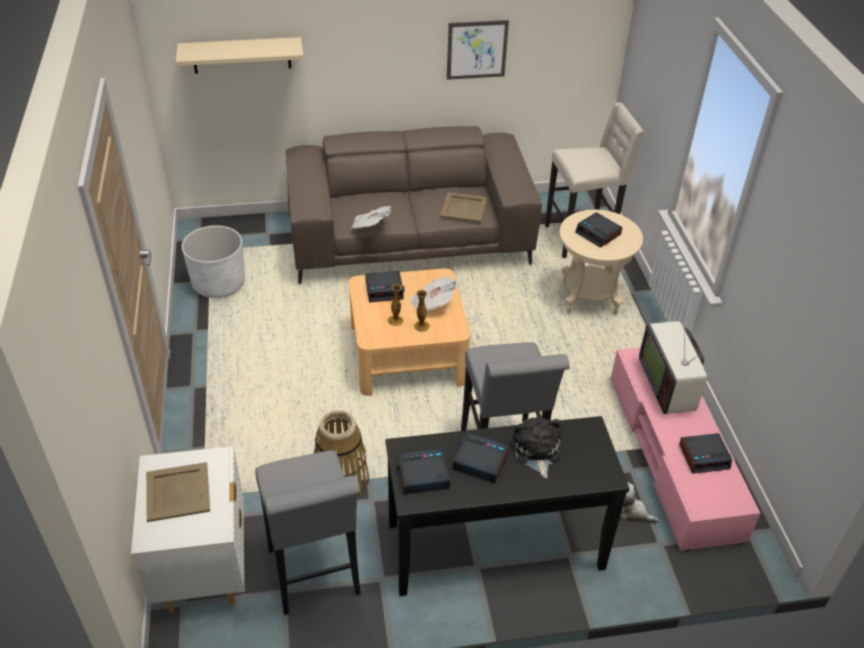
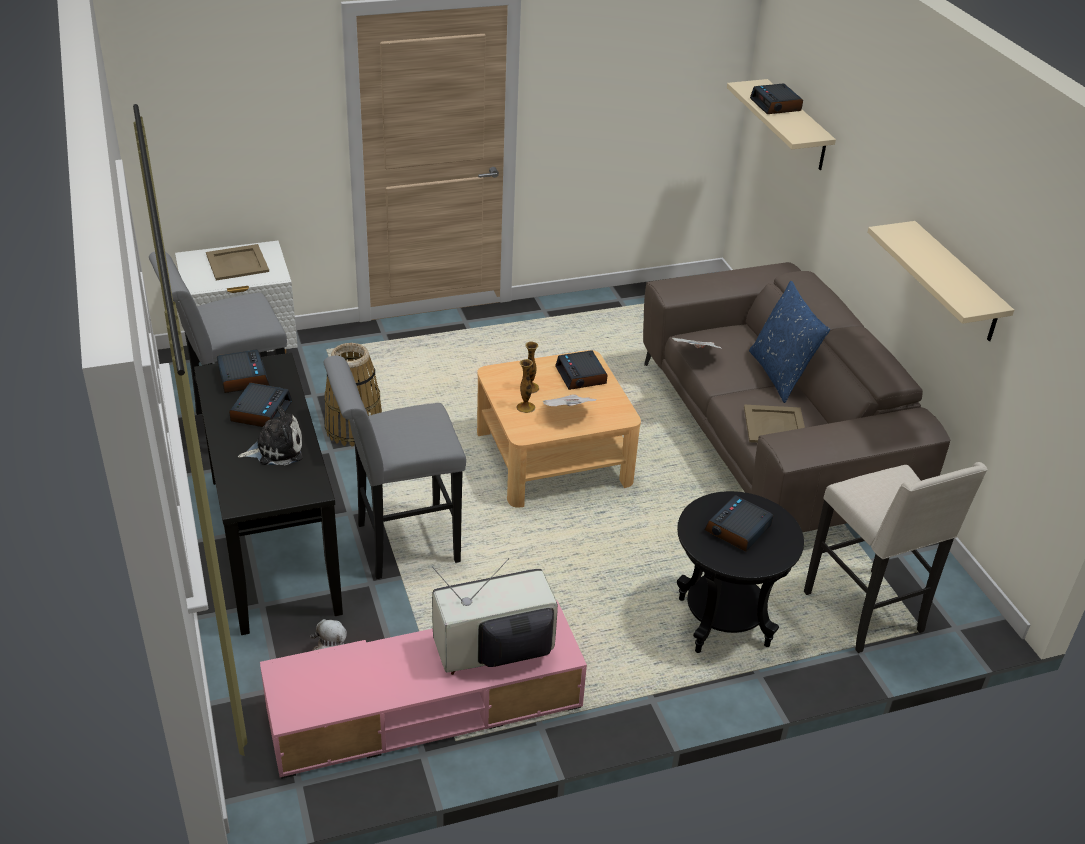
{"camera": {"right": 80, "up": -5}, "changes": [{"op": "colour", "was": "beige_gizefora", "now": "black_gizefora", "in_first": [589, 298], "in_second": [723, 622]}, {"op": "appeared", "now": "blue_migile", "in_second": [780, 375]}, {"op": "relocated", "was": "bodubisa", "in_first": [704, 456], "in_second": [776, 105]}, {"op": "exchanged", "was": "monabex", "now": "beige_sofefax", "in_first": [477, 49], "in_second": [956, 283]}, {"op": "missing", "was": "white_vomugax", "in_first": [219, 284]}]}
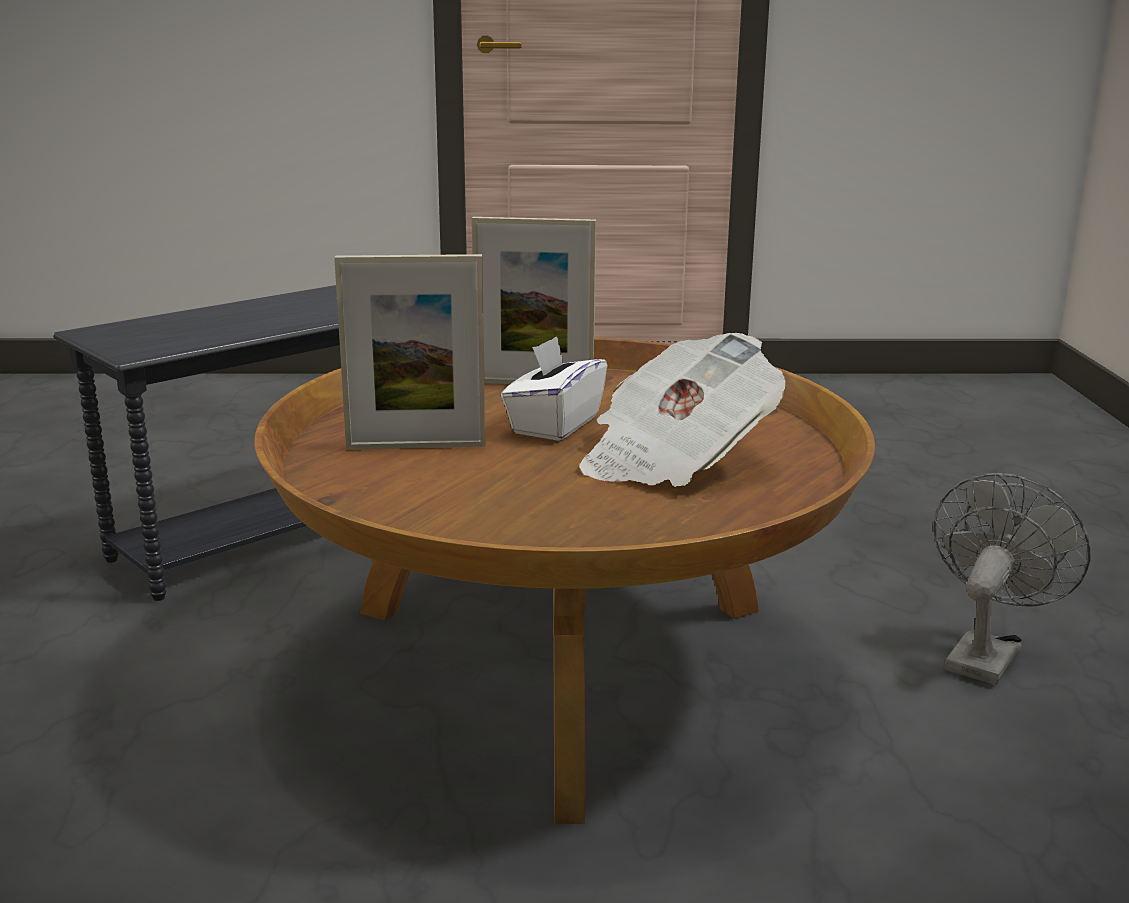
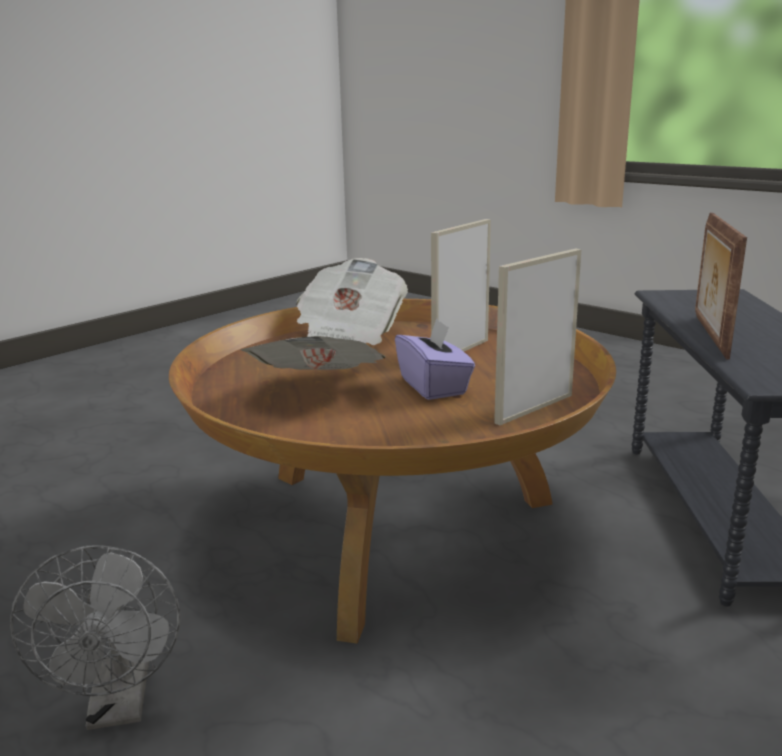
{"camera": {"right": 135, "up": 0}, "changes": [{"op": "appeared", "now": "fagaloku", "in_second": [348, 336]}, {"op": "colour", "was": "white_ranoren", "now": "purple_ranoren", "in_first": [554, 425], "in_second": [434, 386]}, {"op": "appeared", "now": "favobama", "in_second": [709, 336]}]}
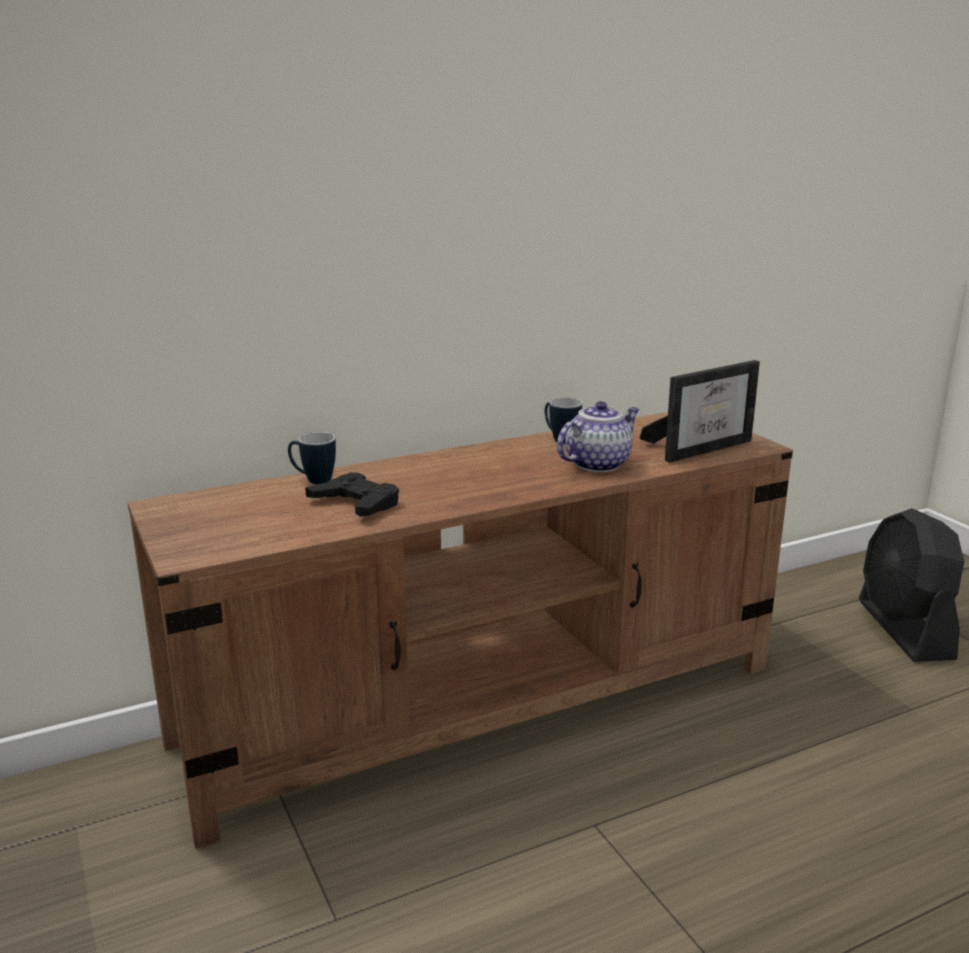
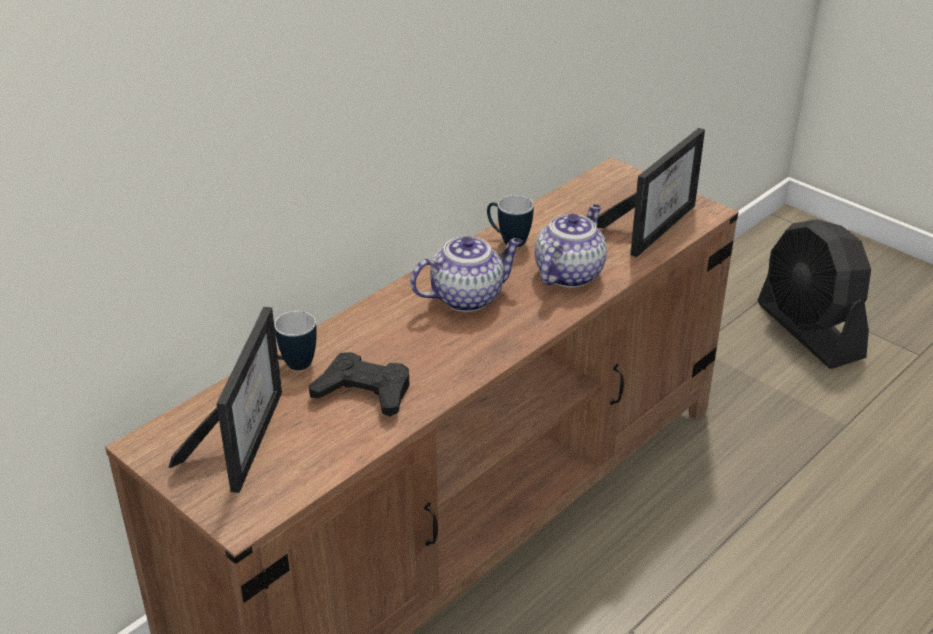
{"camera": {"right": -20, "up": 15}, "changes": [{"op": "appeared", "now": "favobama", "in_second": [243, 436]}, {"op": "appeared", "now": "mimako", "in_second": [468, 297]}]}
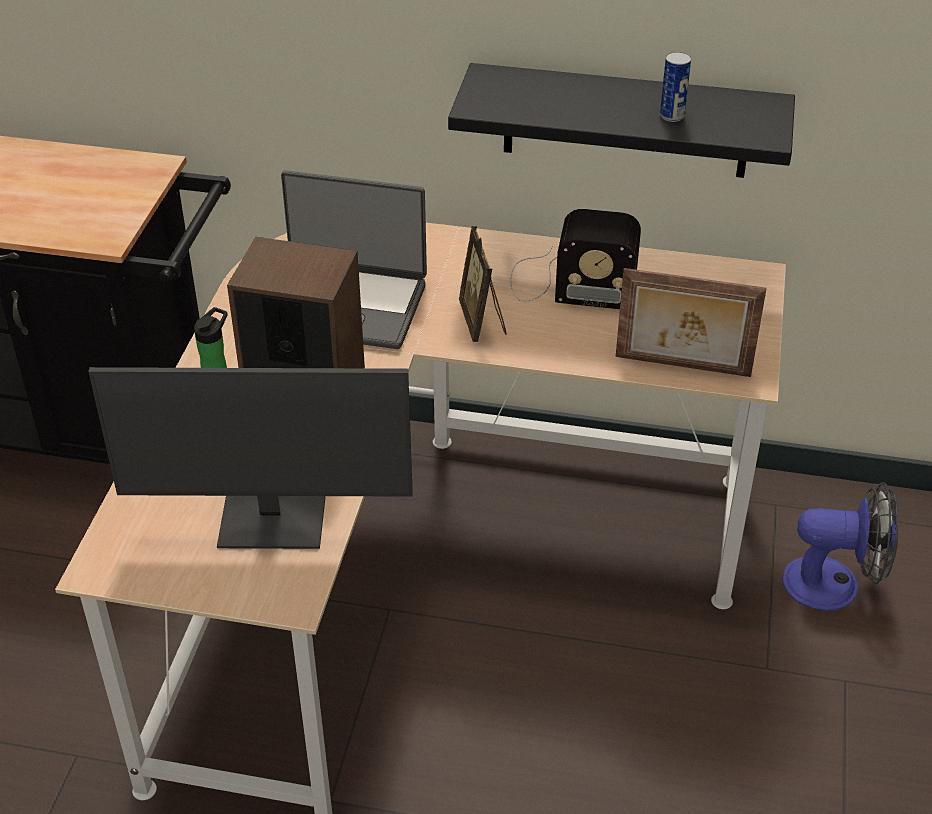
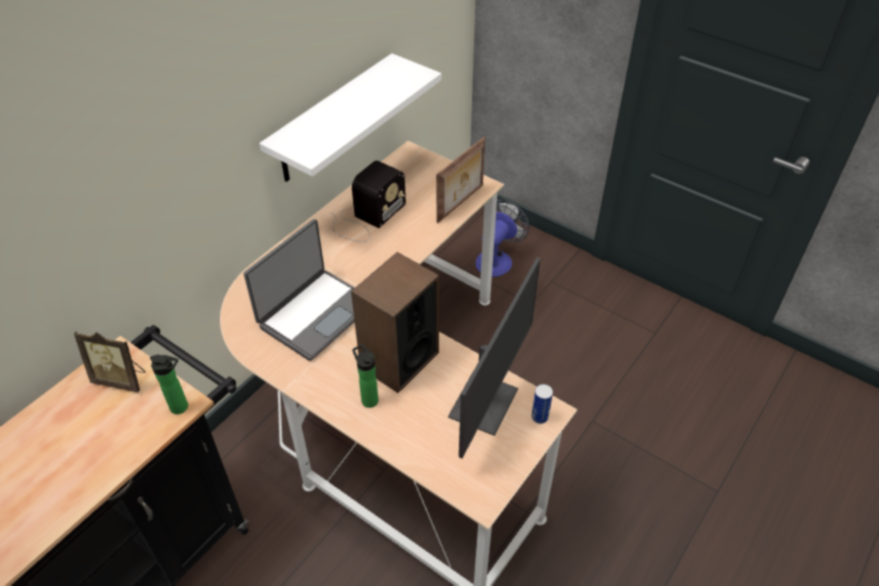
{"camera": {"right": -65, "up": 5}, "changes": [{"op": "relocated", "was": "favobama", "in_first": [483, 321], "in_second": [121, 379]}, {"op": "appeared", "now": "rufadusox", "in_second": [182, 407]}, {"op": "colour", "was": "black_sofefax", "now": "white_sofefax", "in_first": [626, 121], "in_second": [332, 120]}, {"op": "relocated", "was": "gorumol", "in_first": [672, 116], "in_second": [539, 417]}]}
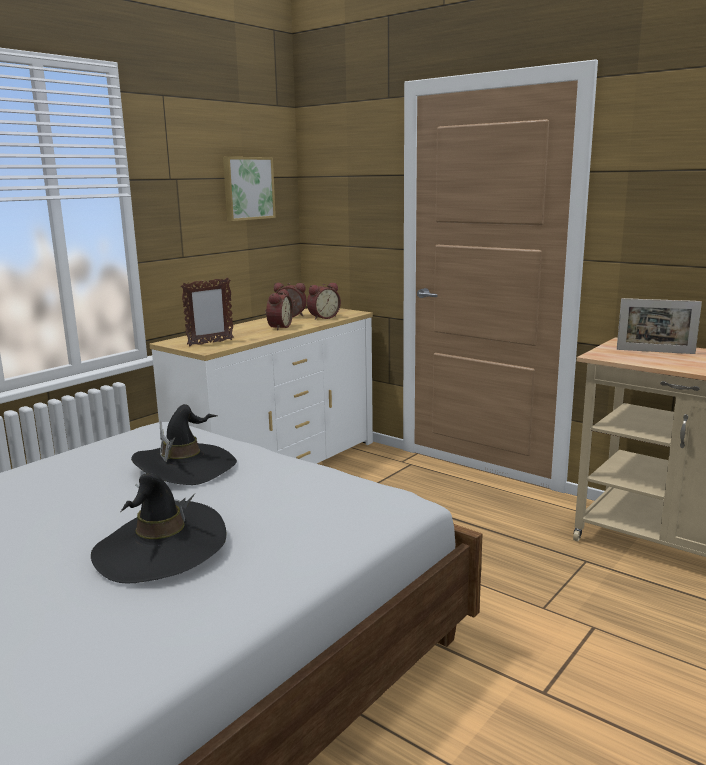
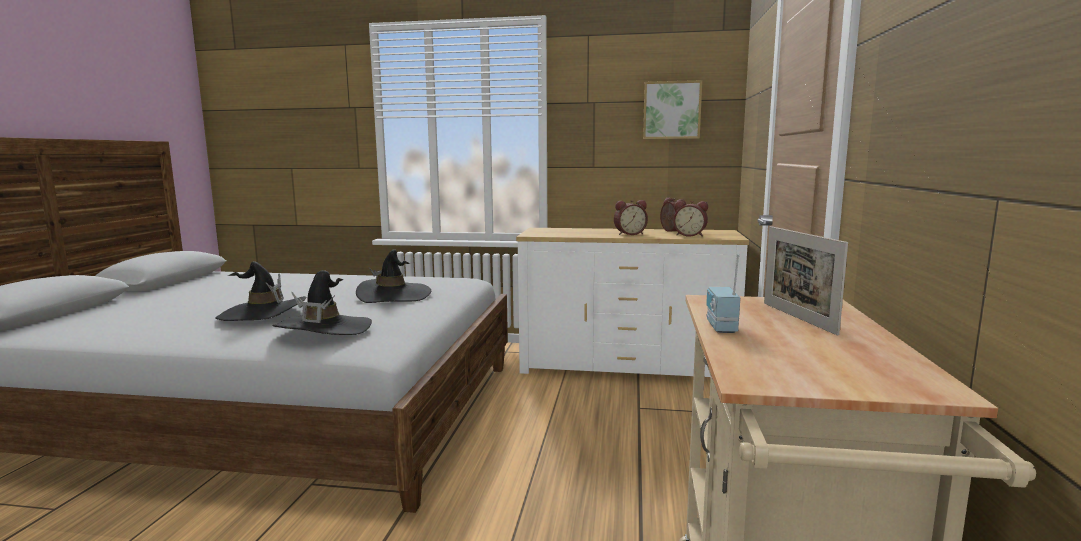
{"camera": {"right": 60, "up": -5}, "changes": [{"op": "appeared", "now": "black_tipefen", "in_second": [324, 329]}, {"op": "appeared", "now": "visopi", "in_second": [720, 327]}, {"op": "missing", "was": "favobama", "in_first": [210, 343]}]}
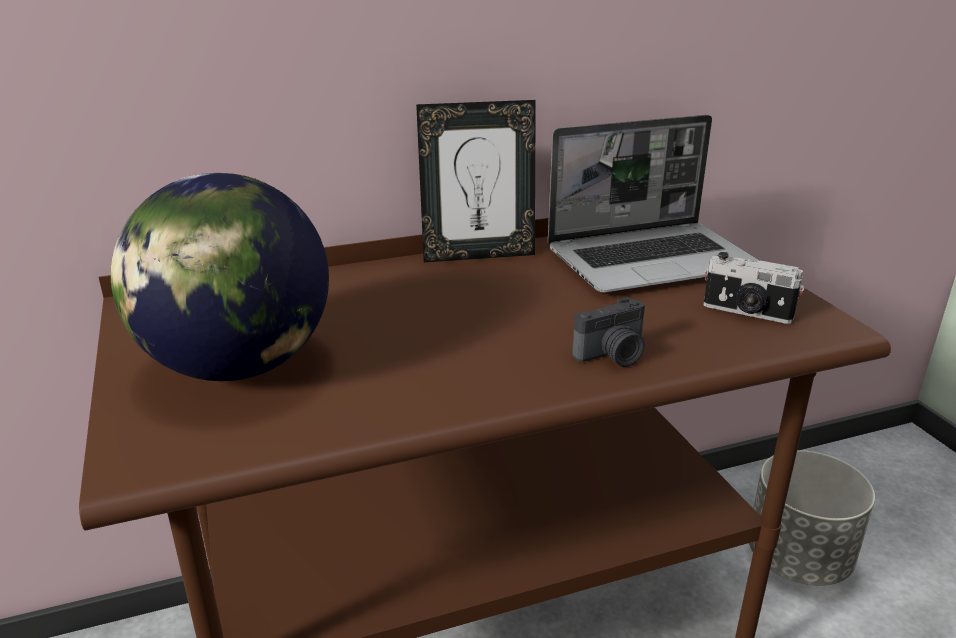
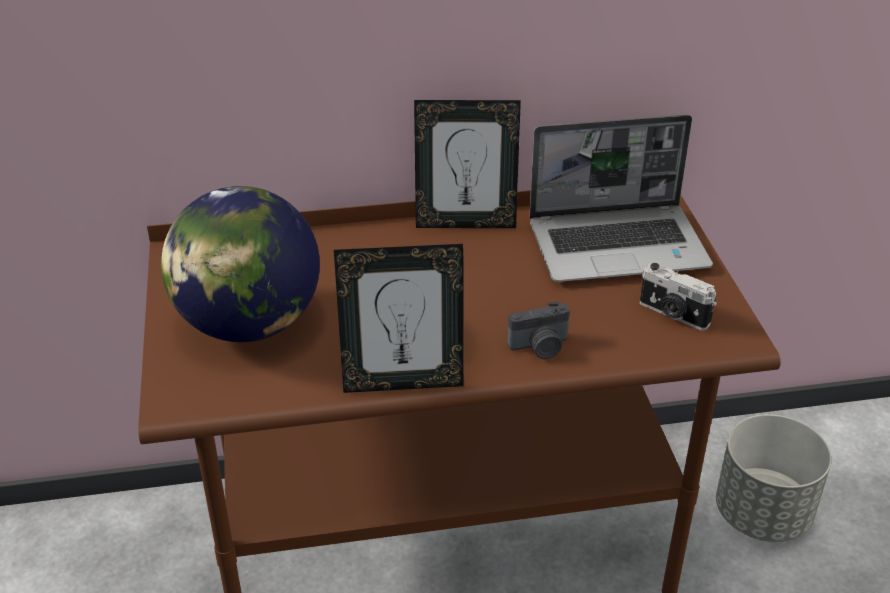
{"camera": {"right": 10, "up": 10}, "changes": [{"op": "appeared", "now": "favobama", "in_second": [403, 382]}]}
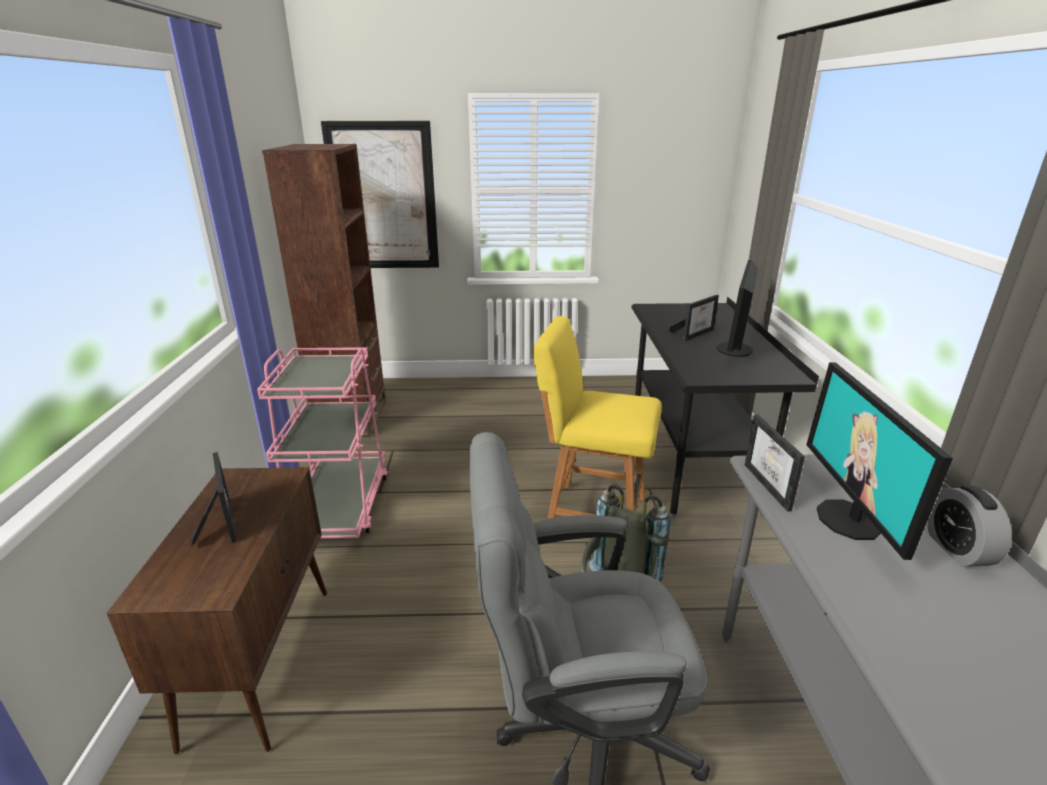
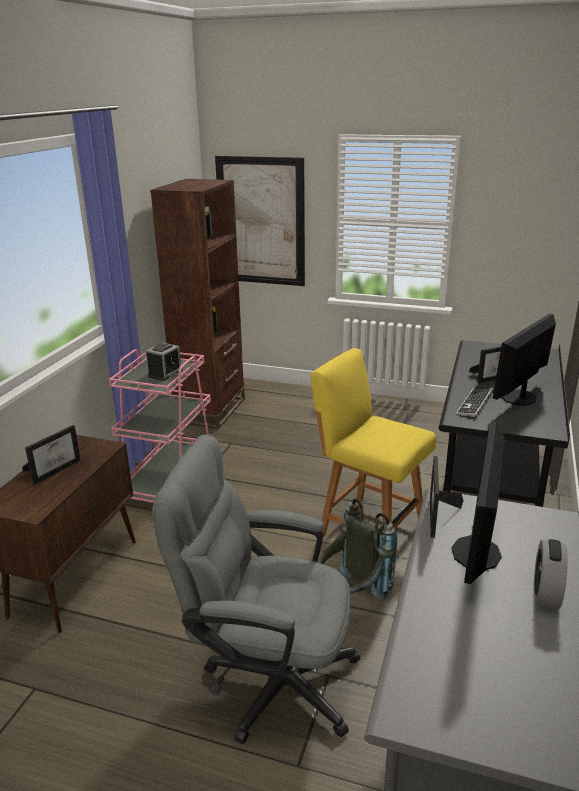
{"camera": {"right": 20, "up": 0}, "changes": [{"op": "spun", "was": "favobama", "in_first": [221, 521], "in_second": [55, 469], "clockwise": 45}, {"op": "appeared", "now": "bodubisa", "in_second": [165, 373]}, {"op": "appeared", "now": "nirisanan", "in_second": [474, 402]}]}
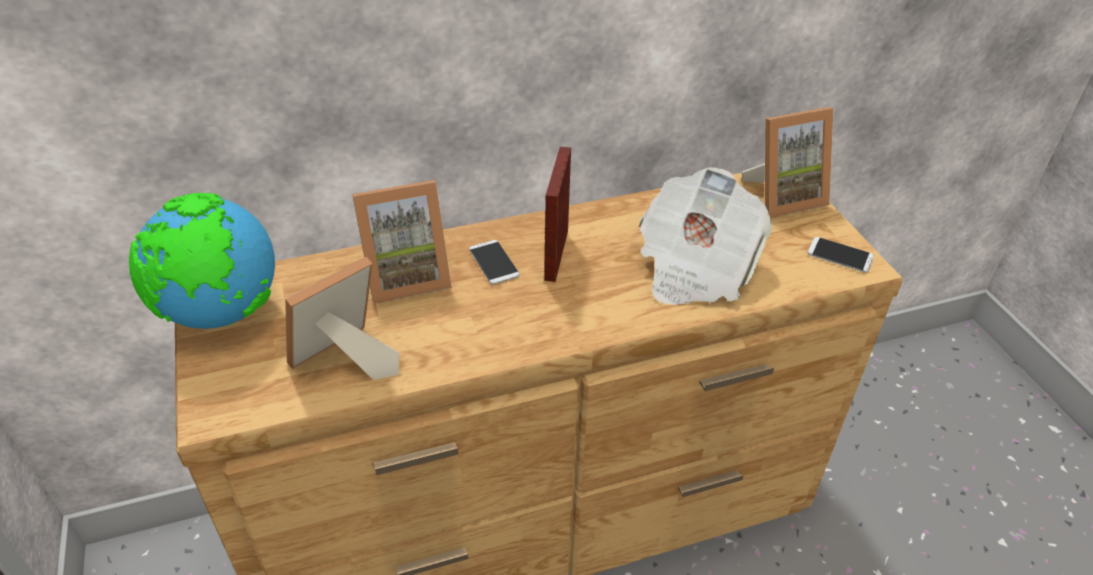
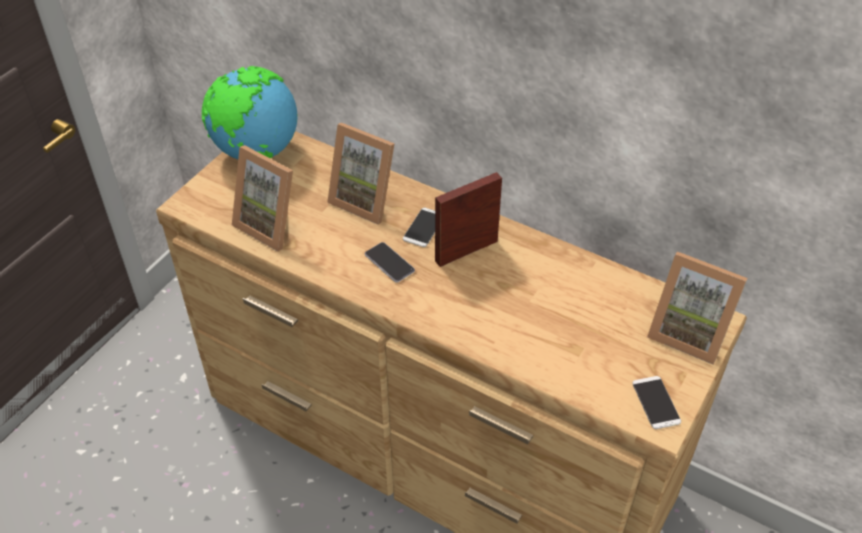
{"camera": {"right": 50, "up": 5}, "changes": [{"op": "spun", "was": "favobama", "in_first": [344, 362], "in_second": [272, 224], "clockwise": -150}, {"op": "appeared", "now": "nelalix", "in_second": [389, 263]}, {"op": "missing", "was": "fagaloku", "in_first": [695, 266]}]}
